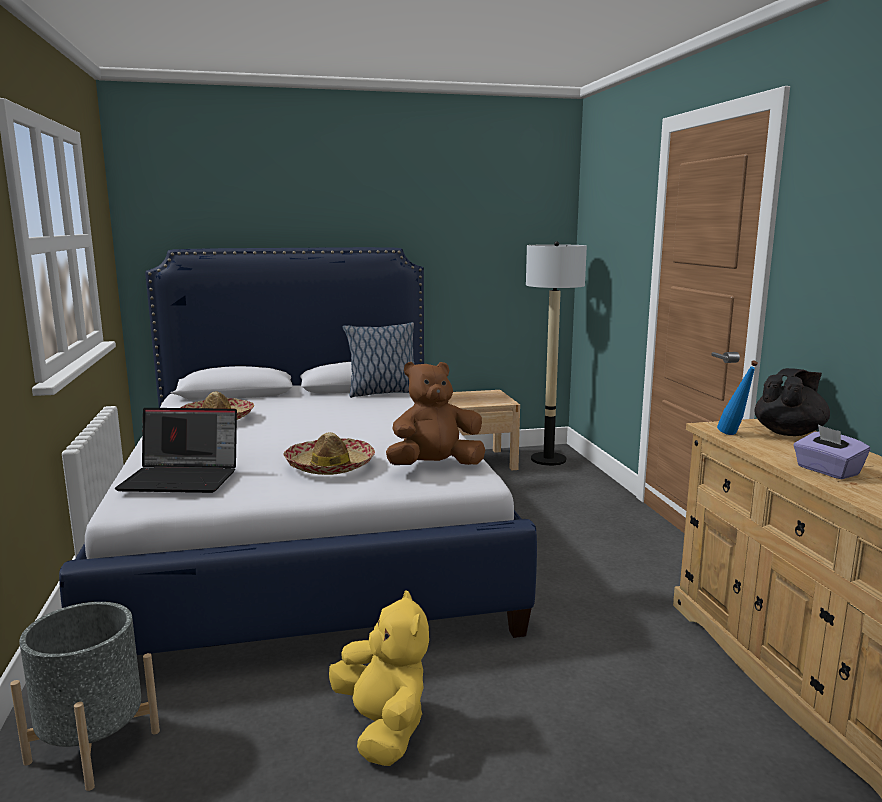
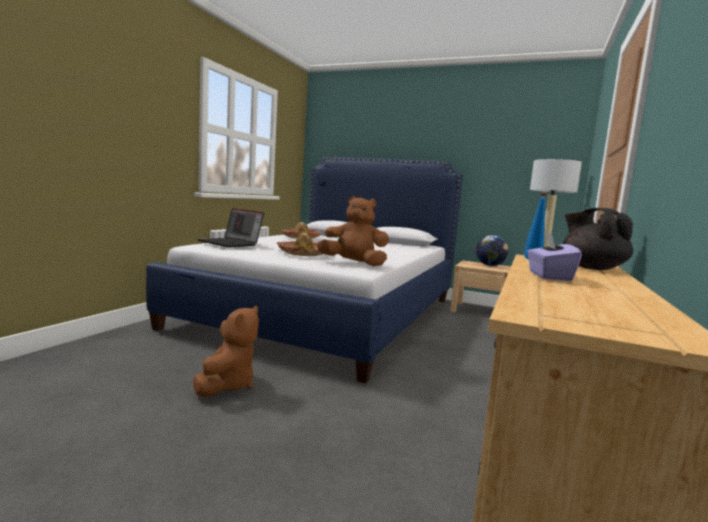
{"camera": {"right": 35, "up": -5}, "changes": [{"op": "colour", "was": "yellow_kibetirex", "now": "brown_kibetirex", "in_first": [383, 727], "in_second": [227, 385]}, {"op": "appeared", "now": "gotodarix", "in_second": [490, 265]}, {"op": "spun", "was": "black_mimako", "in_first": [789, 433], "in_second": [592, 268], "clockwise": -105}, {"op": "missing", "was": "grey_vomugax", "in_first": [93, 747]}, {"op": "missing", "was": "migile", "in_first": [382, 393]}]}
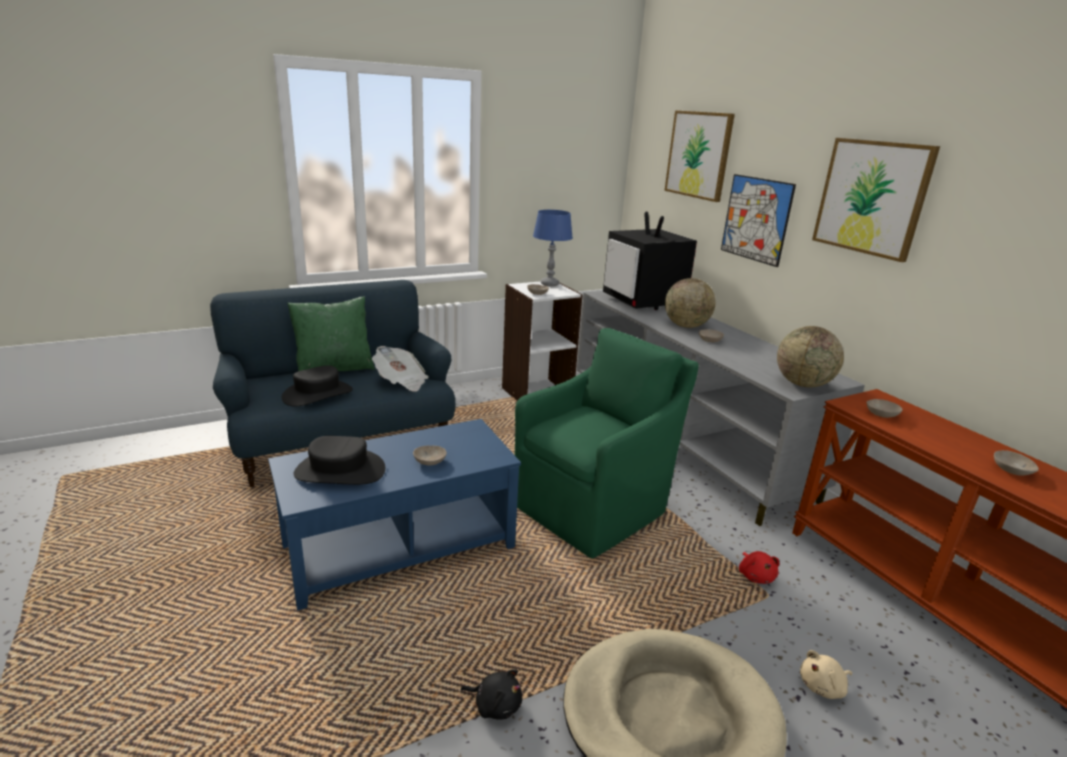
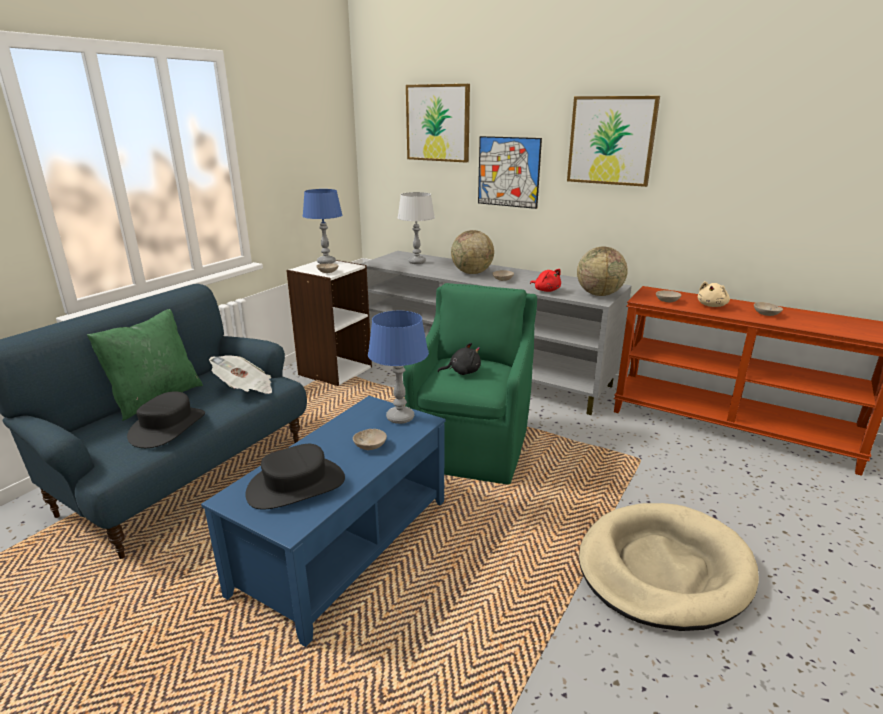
{"camera": {"right": -30, "up": 0}, "changes": [{"op": "appeared", "now": "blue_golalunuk", "in_second": [400, 418]}, {"op": "exchanged", "was": "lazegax", "now": "grey_golalunuk", "in_first": [644, 302], "in_second": [417, 262]}, {"op": "relocated", "was": "black_kibetirex", "in_first": [495, 704], "in_second": [462, 372]}, {"op": "relocated", "was": "red_kibetirex", "in_first": [755, 576], "in_second": [546, 290]}, {"op": "relocated", "was": "beige_kibetirex", "in_first": [823, 687], "in_second": [712, 305]}]}
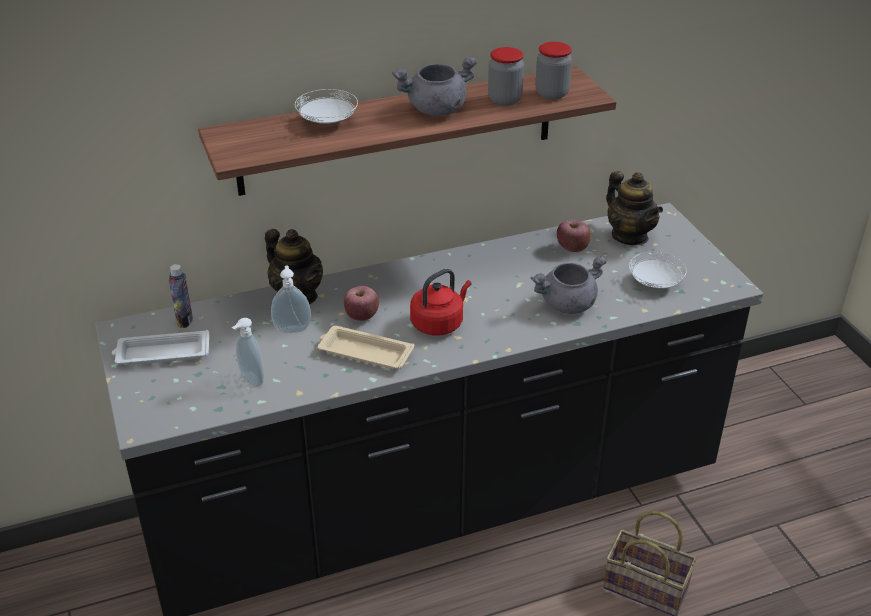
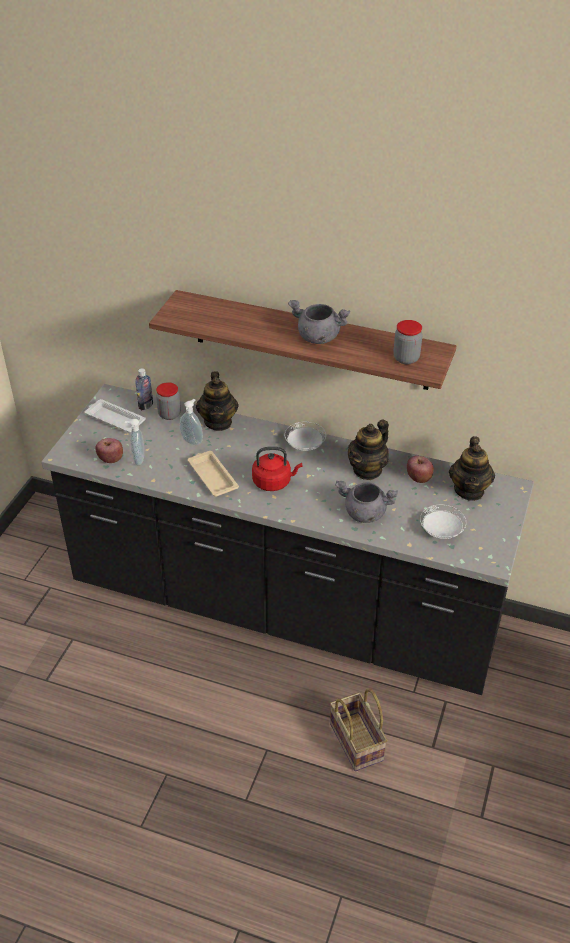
{"camera": {"right": 40, "up": 5}, "changes": [{"op": "relocated", "was": "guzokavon", "in_first": [362, 316], "in_second": [111, 459]}, {"op": "relocated", "was": "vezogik", "in_first": [504, 99], "in_second": [169, 414]}, {"op": "relocated", "was": "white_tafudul", "in_first": [327, 122], "in_second": [305, 445]}, {"op": "appeared", "now": "mimako", "in_second": [367, 470]}]}
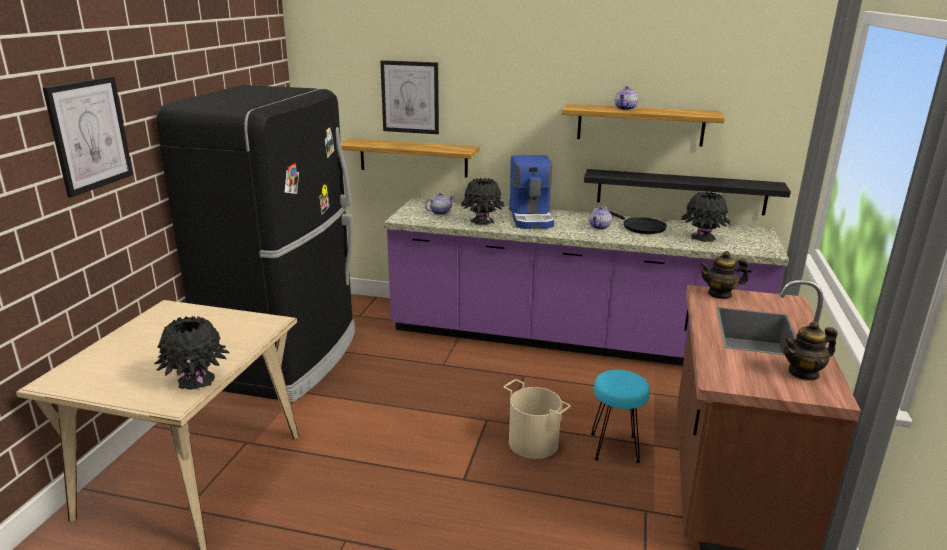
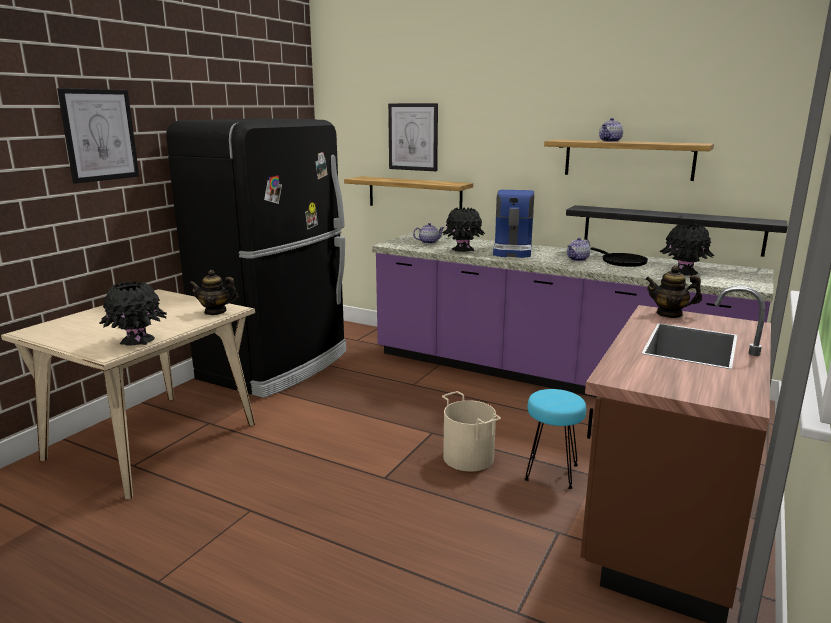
{"camera": {"right": 15, "up": -5}, "changes": [{"op": "relocated", "was": "mimako", "in_first": [803, 373], "in_second": [215, 311]}]}
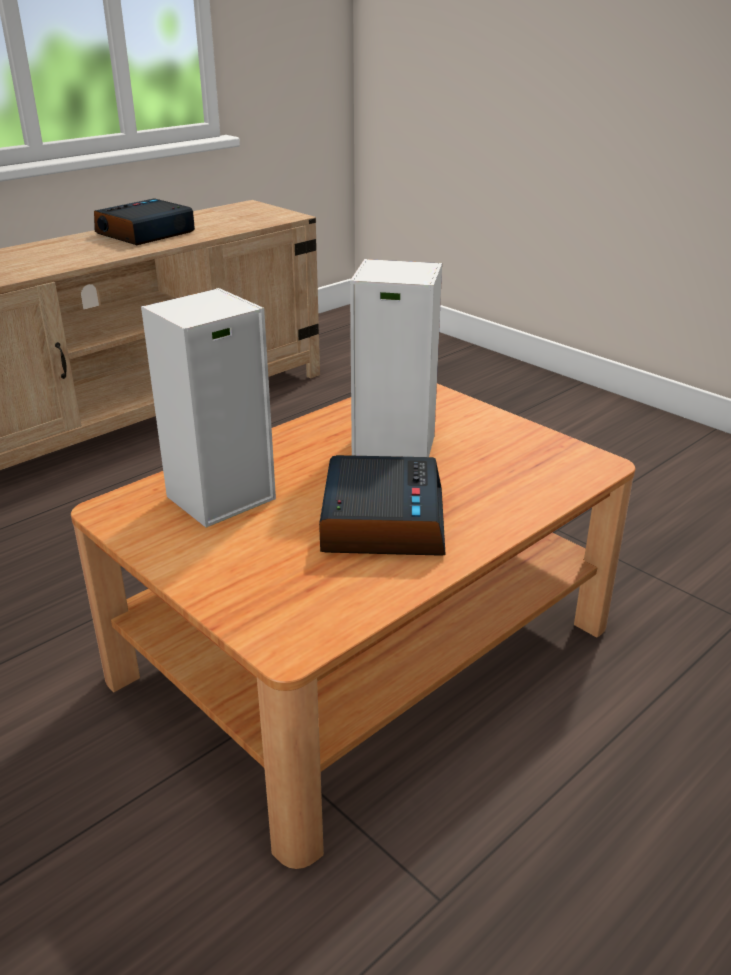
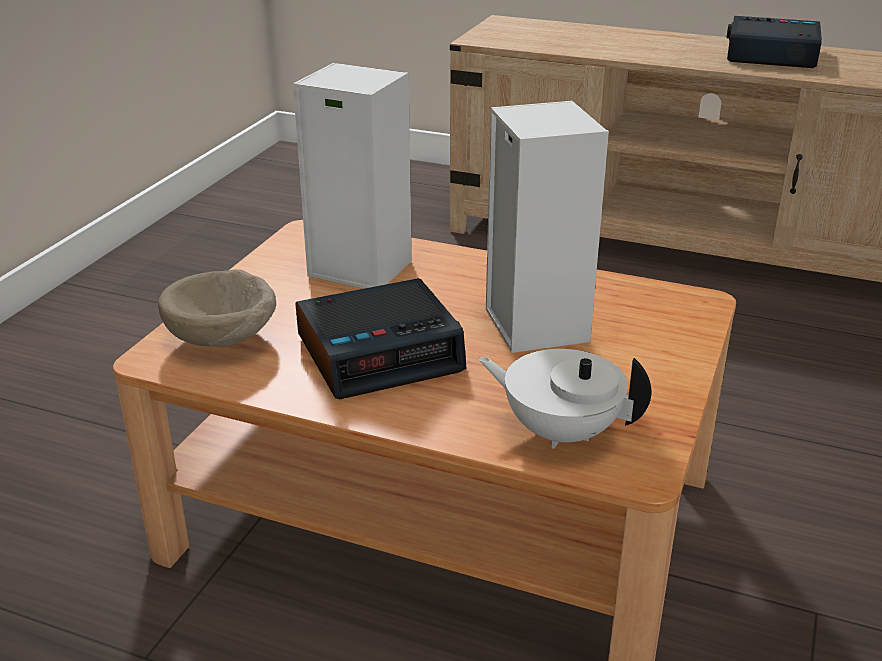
{"camera": {"right": 65, "up": 0}, "changes": [{"op": "appeared", "now": "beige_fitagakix", "in_second": [224, 340]}, {"op": "appeared", "now": "white_mimako", "in_second": [560, 431]}]}
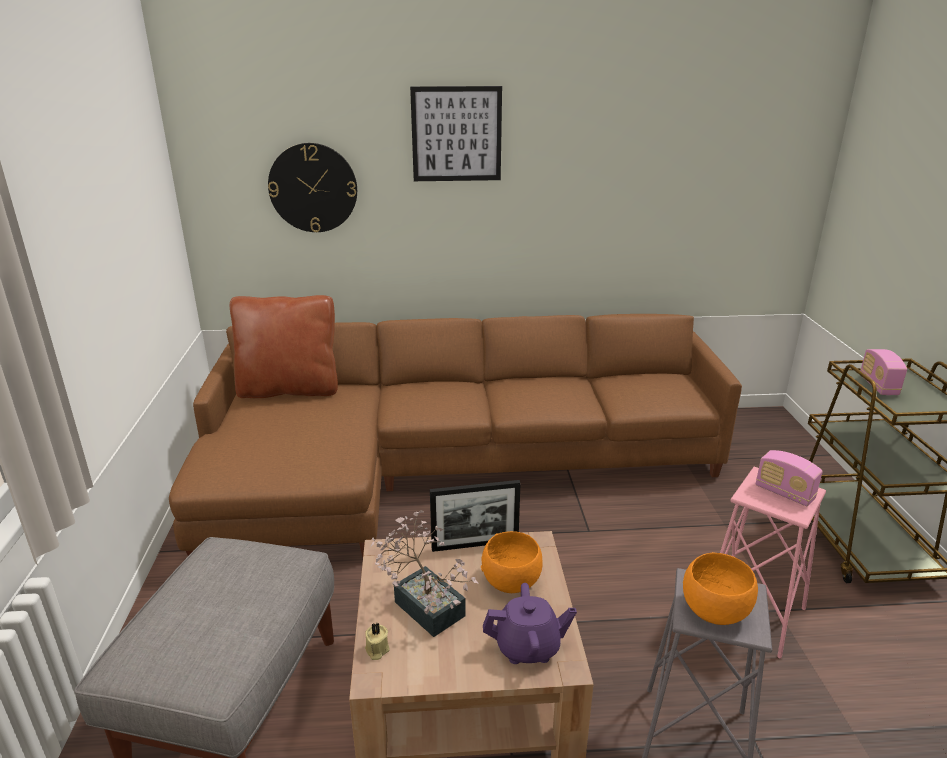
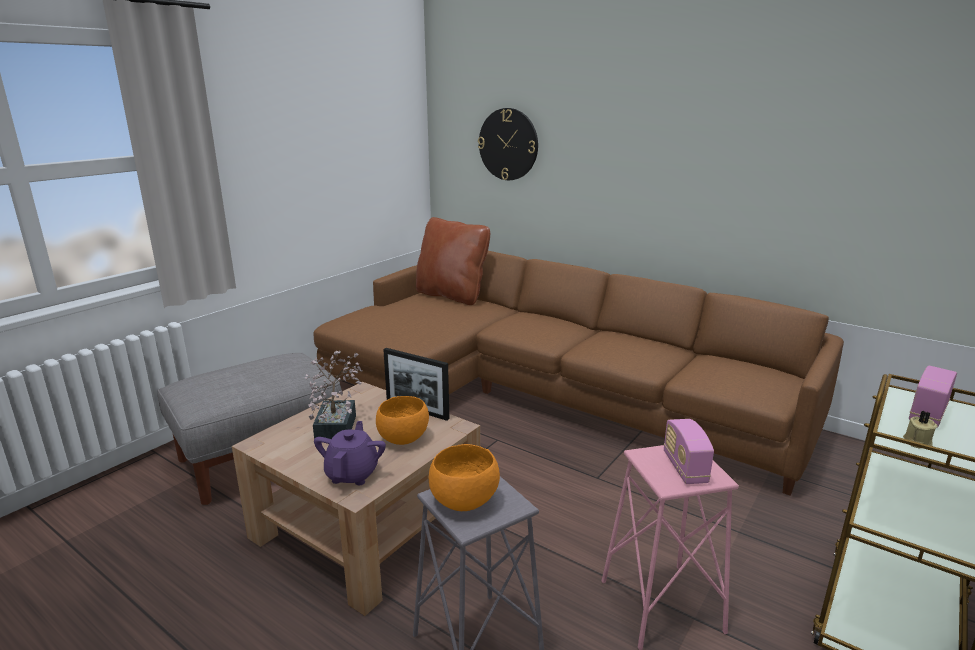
{"camera": {"right": 40, "up": -5}, "changes": [{"op": "spun", "was": "purple_mimako", "in_first": [528, 647], "in_second": [352, 474], "clockwise": -120}, {"op": "relocated", "was": "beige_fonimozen", "in_first": [376, 650], "in_second": [916, 442]}, {"op": "missing", "was": "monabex", "in_first": [456, 134]}]}
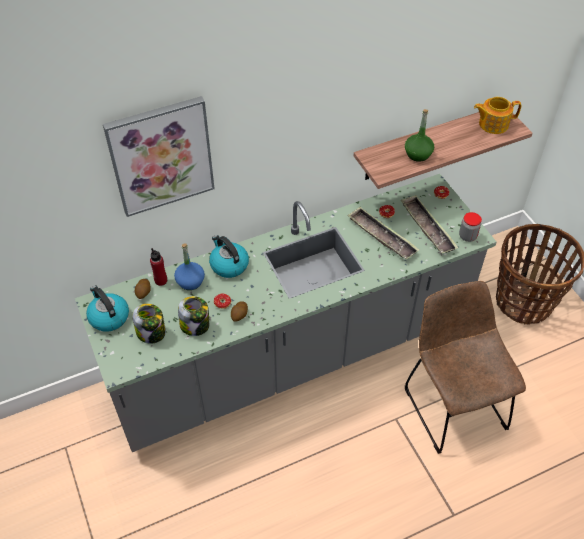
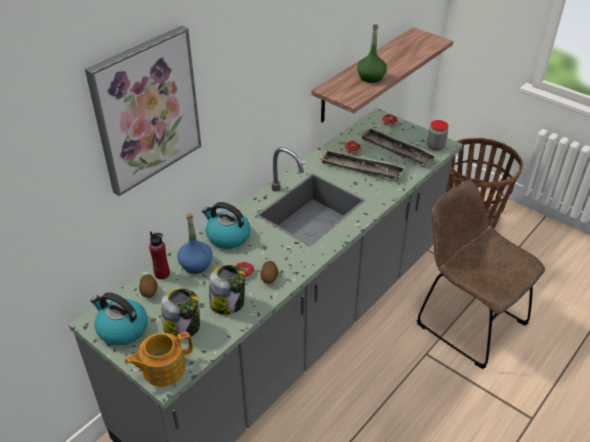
{"camera": {"right": -25, "up": -10}, "changes": [{"op": "relocated", "was": "mimako", "in_first": [492, 124], "in_second": [162, 369]}]}
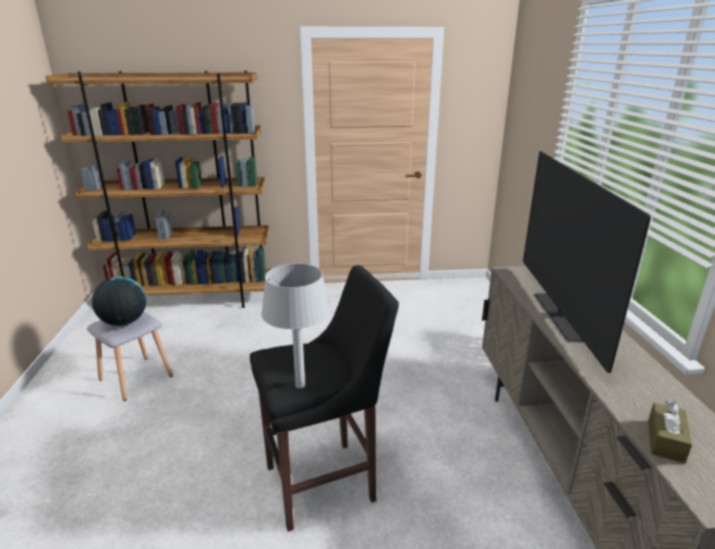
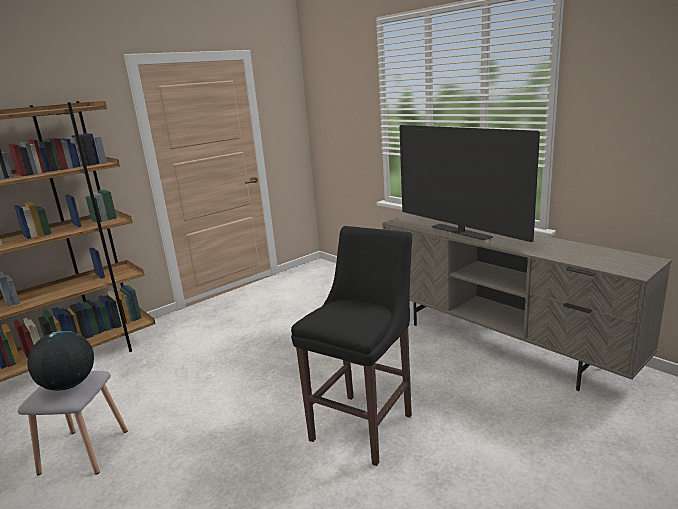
{"camera": {"right": -35, "up": -5}, "changes": [{"op": "missing", "was": "grey_golalunuk", "in_first": [300, 385]}, {"op": "missing", "was": "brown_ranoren", "in_first": [665, 440]}]}
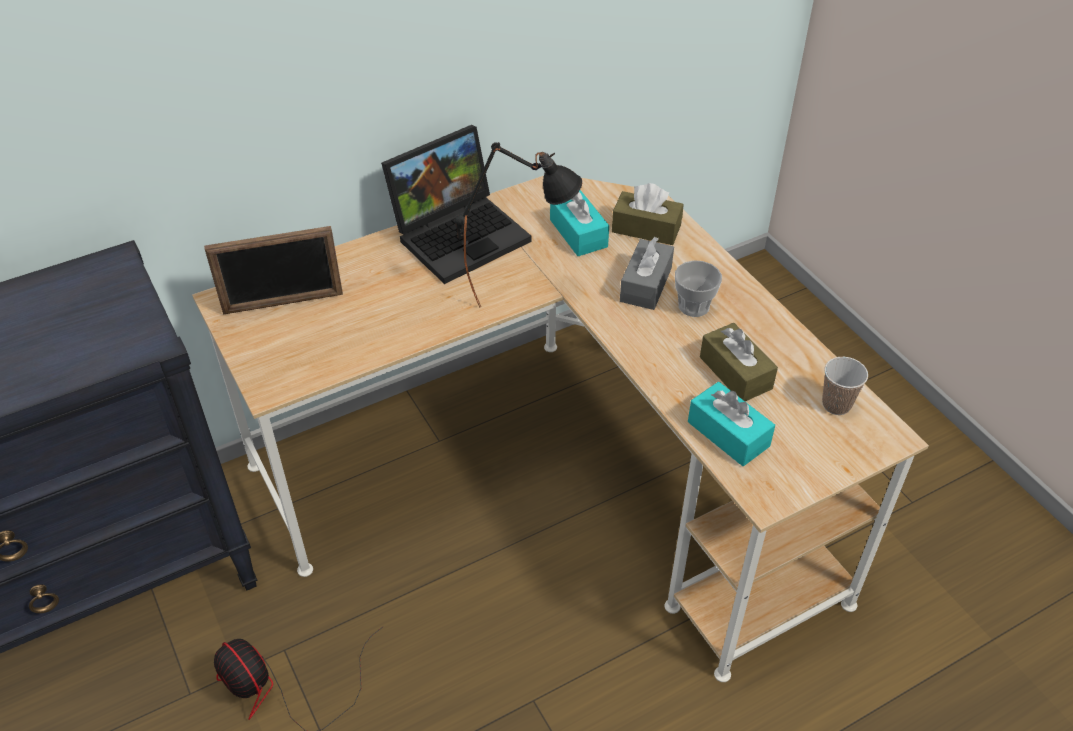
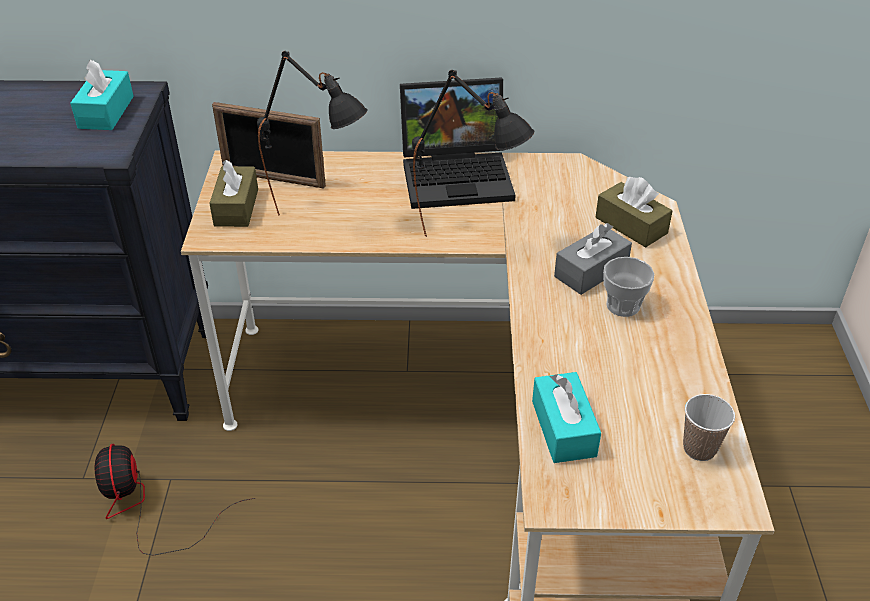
{"camera": {"right": 30, "up": -5}, "changes": [{"op": "relocated", "was": "turquoise_ranoren", "in_first": [578, 233], "in_second": [106, 112]}, {"op": "relocated", "was": "brown_ranoren", "in_first": [735, 373], "in_second": [236, 207]}, {"op": "appeared", "now": "black_golalunuk", "in_second": [320, 217]}]}
